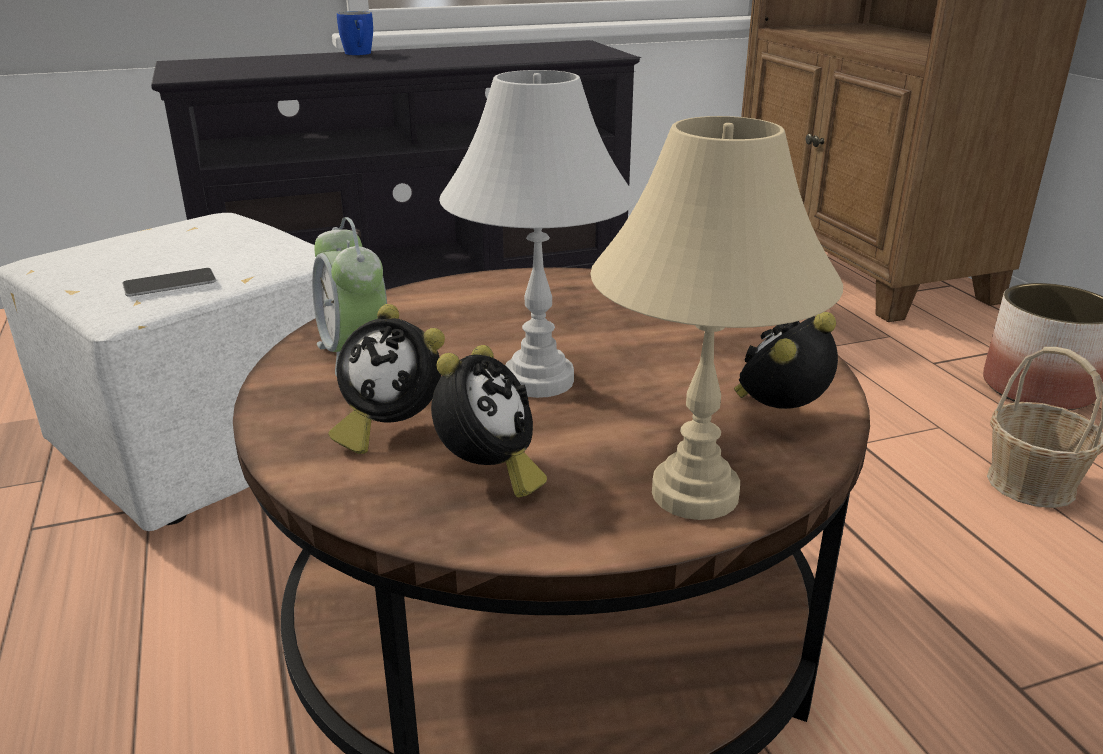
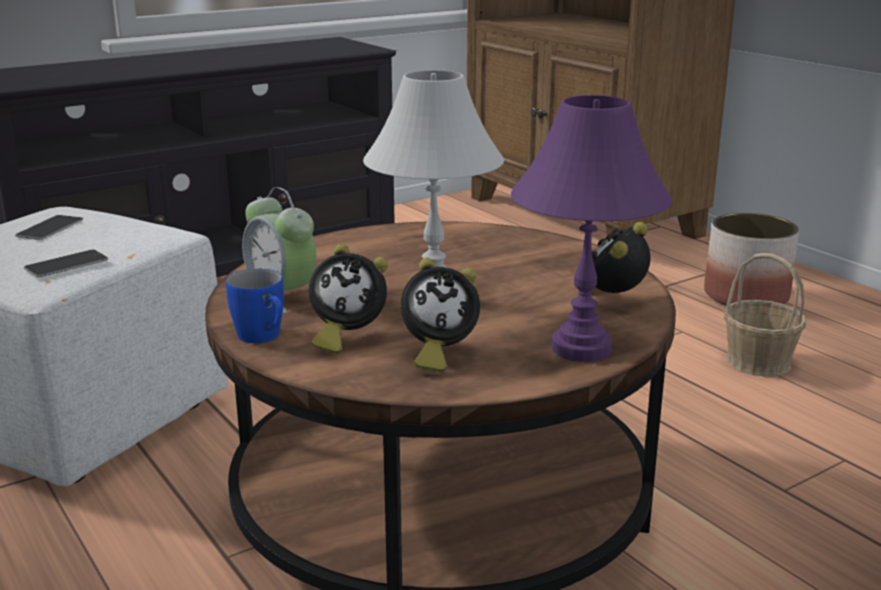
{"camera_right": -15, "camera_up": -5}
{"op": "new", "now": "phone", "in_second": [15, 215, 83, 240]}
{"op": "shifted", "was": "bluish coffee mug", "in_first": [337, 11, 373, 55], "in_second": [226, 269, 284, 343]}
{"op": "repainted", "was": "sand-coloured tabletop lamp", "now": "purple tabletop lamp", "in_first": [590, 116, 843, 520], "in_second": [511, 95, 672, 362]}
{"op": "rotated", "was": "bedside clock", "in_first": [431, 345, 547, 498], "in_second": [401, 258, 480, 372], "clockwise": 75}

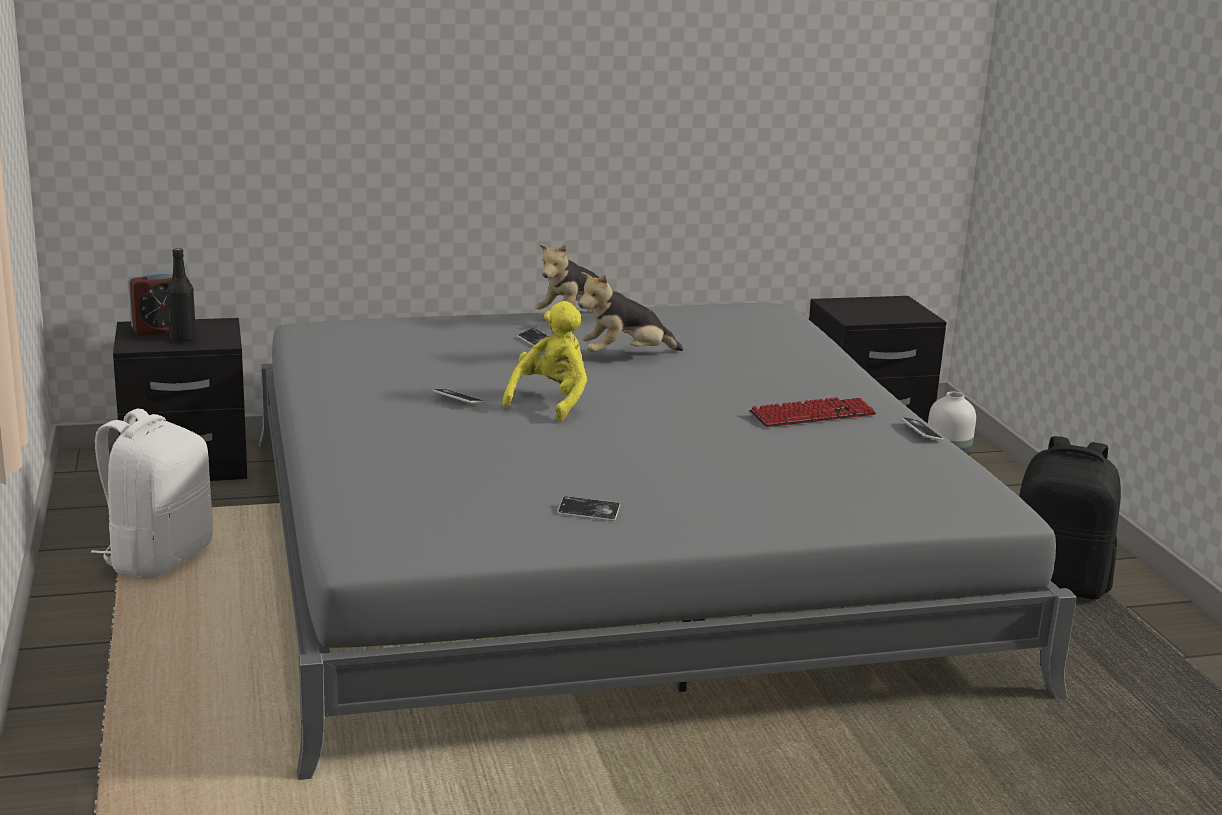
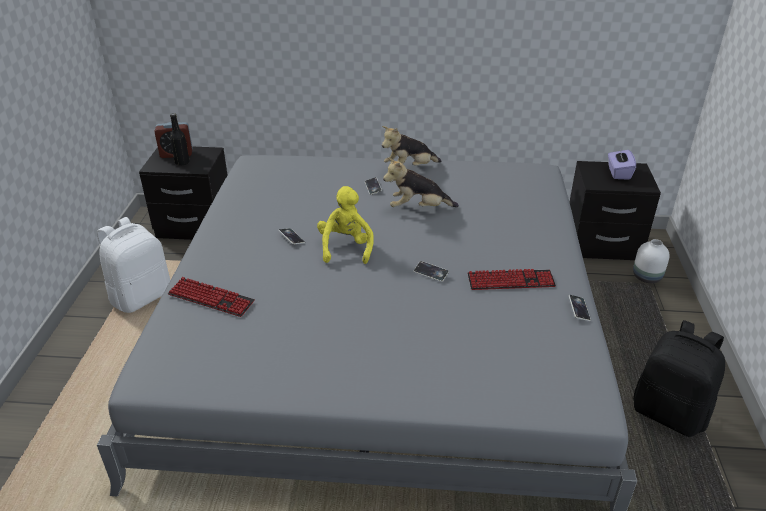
{"camera_right": 20, "camera_up": 15}
{"op": "new", "now": "computer keyboard", "in_second": [168, 277, 255, 317]}
{"op": "new", "now": "purple tissue box", "in_second": [608, 149, 636, 180]}
{"op": "shifted", "was": "phone", "in_first": [558, 496, 620, 521], "in_second": [414, 261, 449, 282]}
{"op": "rotated", "was": "yellowish cuddly toy", "in_first": [502, 301, 587, 422], "in_second": [317, 186, 374, 264], "clockwise": -45}

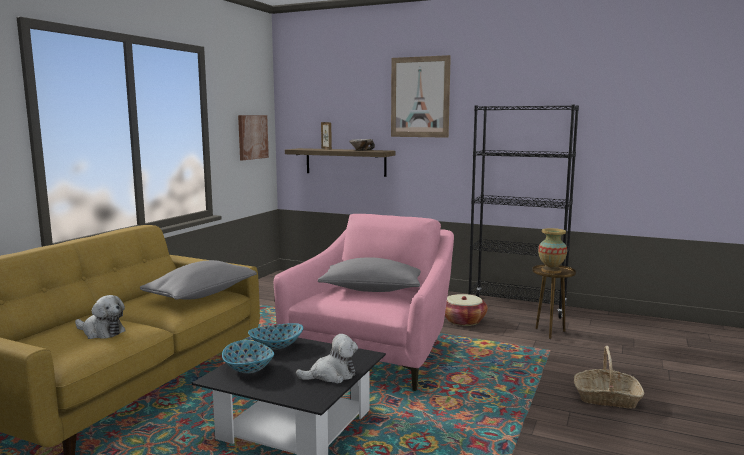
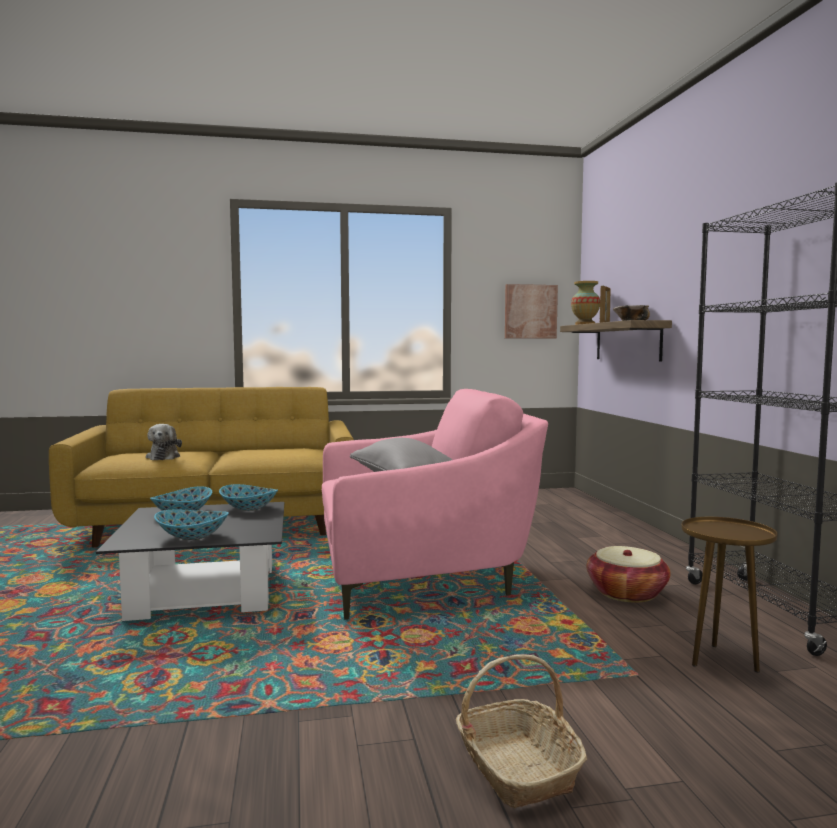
{"camera_right": 55, "camera_up": -5}
{"op": "gone", "was": "gray throw pillow", "in_first": [139, 260, 257, 300]}
{"op": "gone", "was": "wall picture", "in_first": [391, 55, 451, 138]}
{"op": "shifted", "was": "vase", "in_first": [538, 228, 567, 274], "in_second": [571, 281, 600, 325]}
{"op": "swapped", "was": "cuddly toy", "now": "bowl", "in_first": [296, 334, 358, 384], "in_second": [154, 510, 229, 540]}

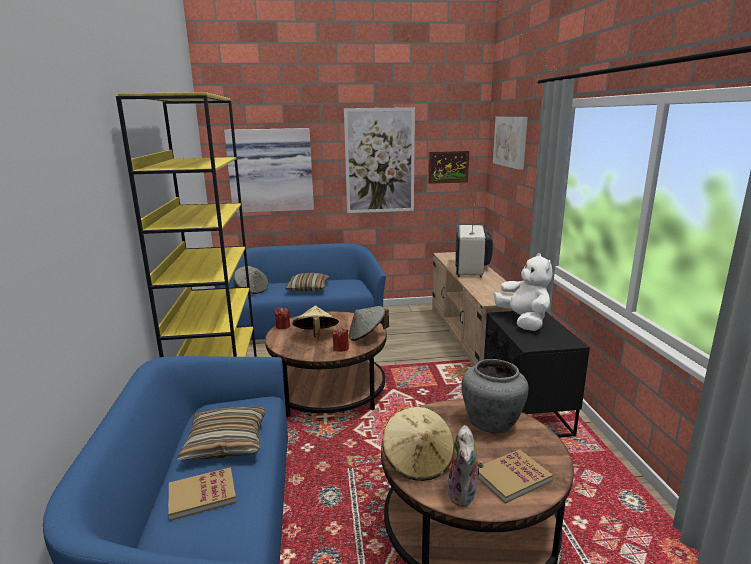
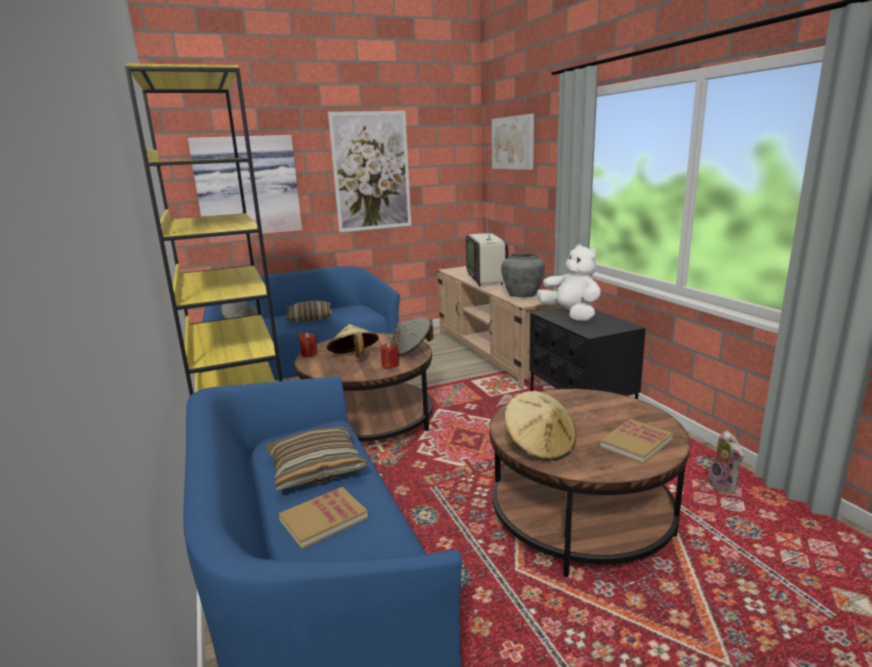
{"camera_right": -15, "camera_up": 0}
{"op": "gone", "was": "wall picture", "in_first": [428, 151, 469, 184]}
{"op": "shifted", "was": "cuddly toy", "in_first": [447, 425, 484, 507], "in_second": [708, 430, 744, 494]}
{"op": "shifted", "was": "gray vase", "in_first": [461, 359, 528, 434], "in_second": [501, 253, 545, 297]}

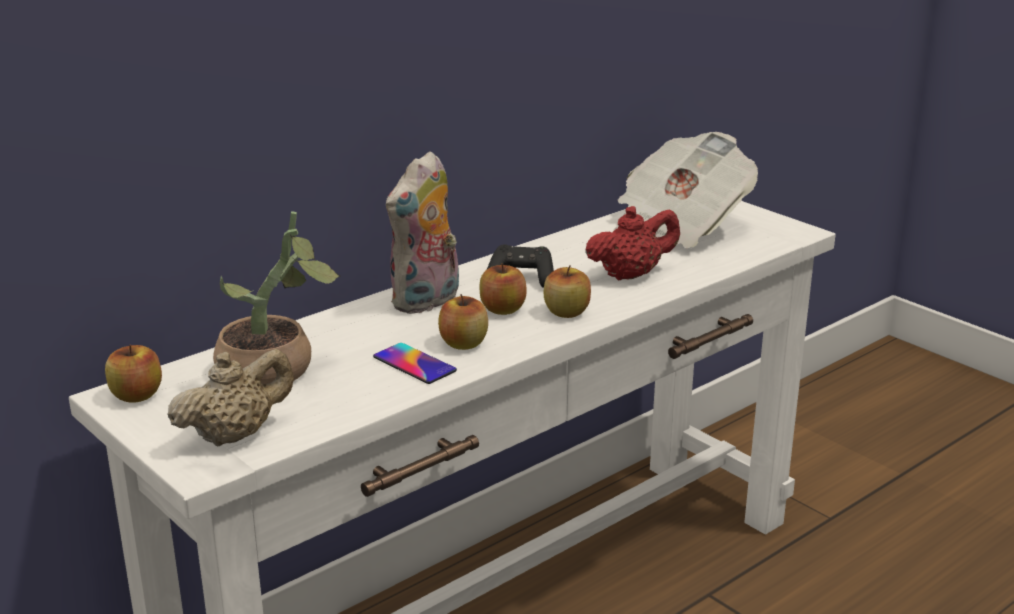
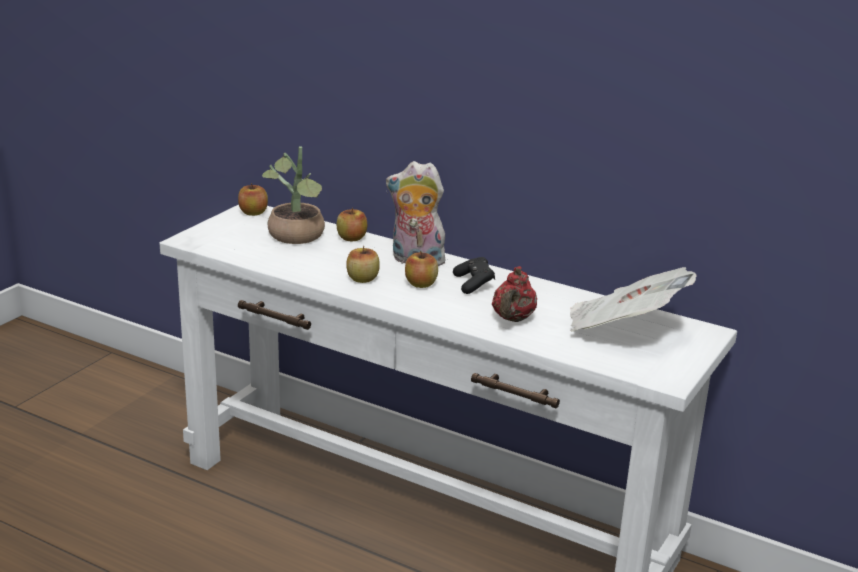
{"camera_right": 70, "camera_up": 0}
{"op": "gone", "was": "sand-coloured pot for tea", "in_first": [167, 349, 294, 446]}
{"op": "gone", "was": "phone", "in_first": [373, 343, 457, 384]}
{"op": "shifted", "was": "apple fruit", "in_first": [544, 265, 591, 318], "in_second": [337, 208, 367, 241]}
{"op": "rotated", "was": "reddish pot for tea", "in_first": [585, 206, 680, 280], "in_second": [492, 266, 537, 322], "clockwise": 60}

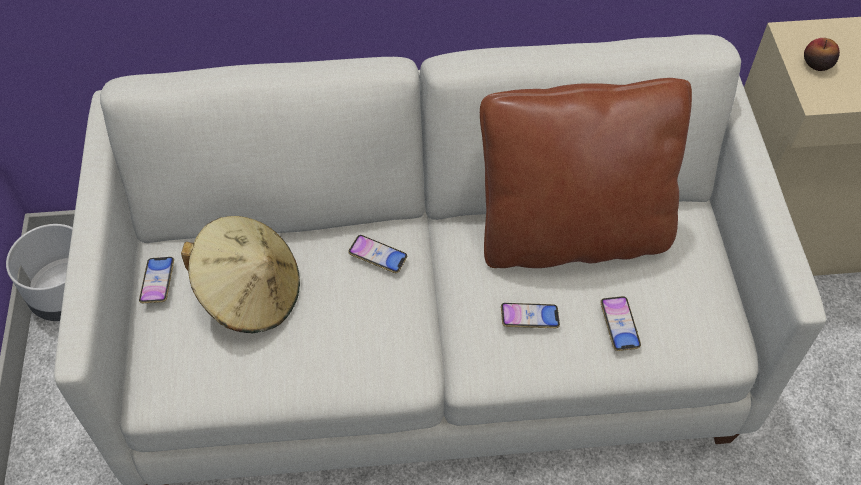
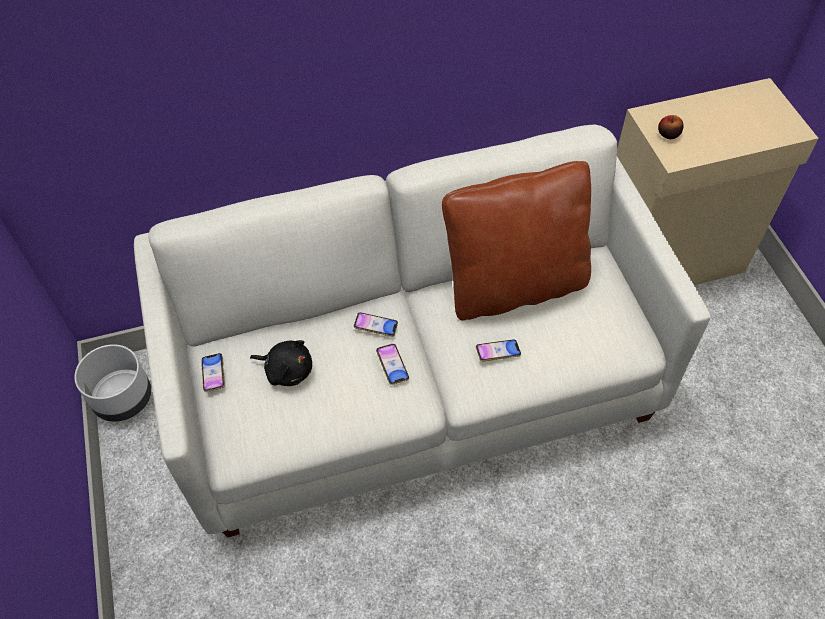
{"camera_right": -10, "camera_up": 0}
{"op": "shifted", "was": "phone", "in_first": [600, 296, 641, 351], "in_second": [376, 344, 409, 385]}
{"op": "swapped", "was": "sand-coloured wearable hat", "now": "black cuddly toy", "in_first": [181, 216, 300, 334], "in_second": [250, 340, 312, 386]}

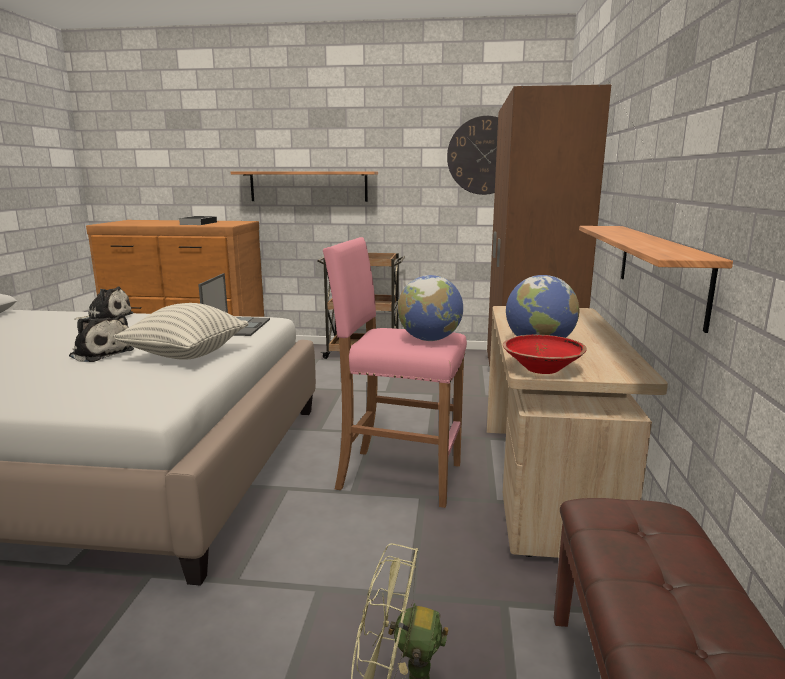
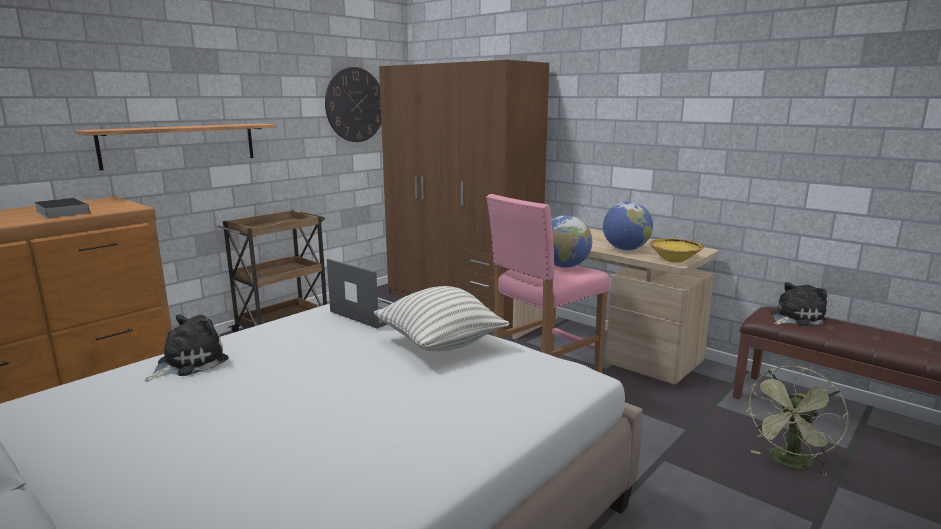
{"camera_right": -55, "camera_up": 0}
{"op": "gone", "was": "bracket shelf", "in_first": [579, 226, 733, 333]}
{"op": "shifted", "was": "cuddly toy", "in_first": [69, 314, 134, 362], "in_second": [771, 282, 827, 326]}
{"op": "repainted", "was": "reddish bowl", "now": "yellowish bowl", "in_first": [503, 335, 587, 374], "in_second": [649, 238, 704, 263]}

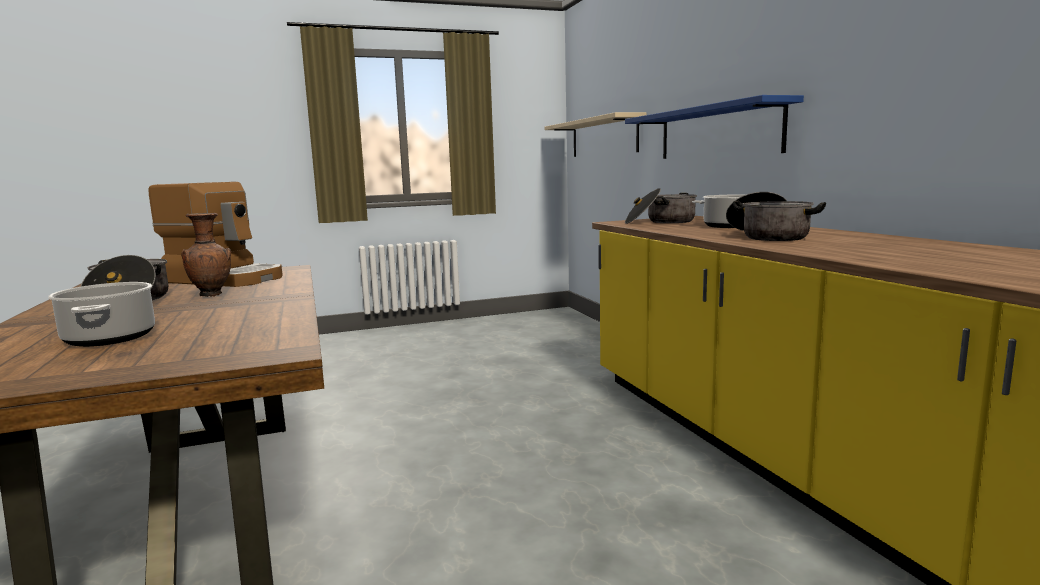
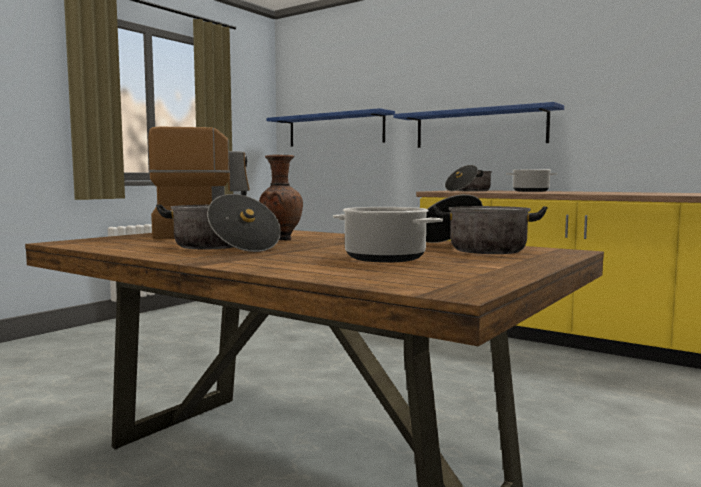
{"camera_right": -35, "camera_up": -5}
{"op": "shifted", "was": "saucepot", "in_first": [726, 192, 826, 241], "in_second": [426, 194, 547, 254]}
{"op": "repainted", "was": "sand-coloured bracket shelf", "now": "bluish bracket shelf", "in_first": [544, 112, 646, 157], "in_second": [267, 108, 395, 147]}

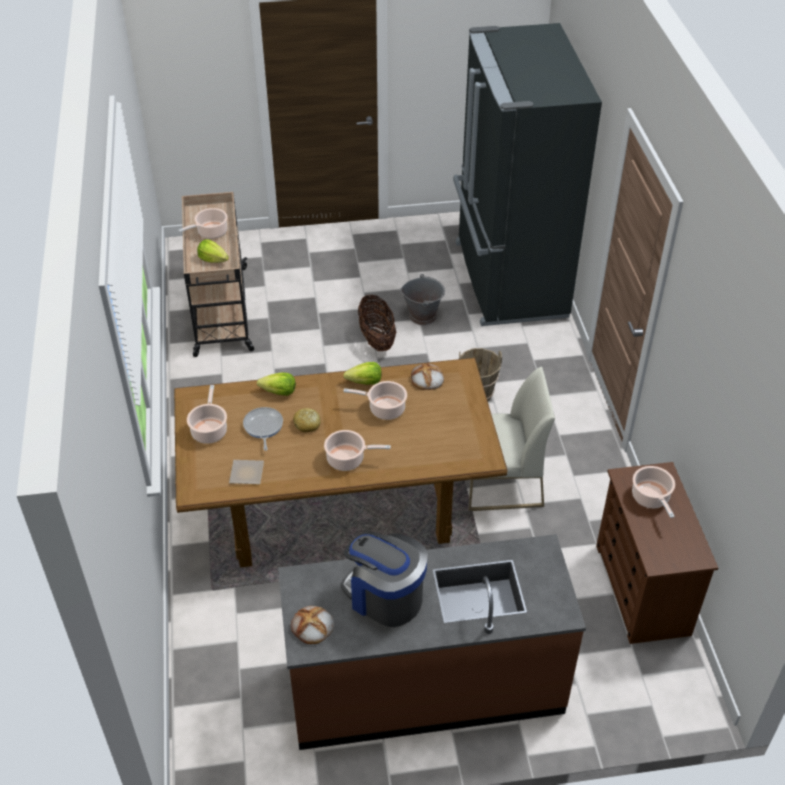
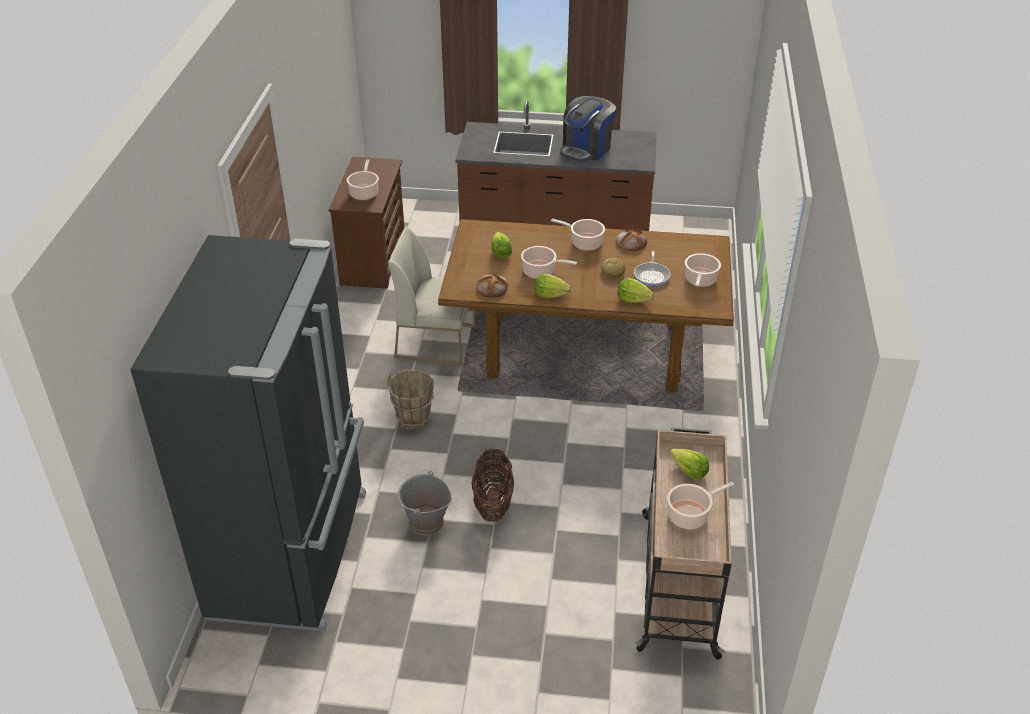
{"camera_right": -165, "camera_up": -5}
{"op": "gone", "was": "flat dish", "in_first": [229, 460, 264, 484]}
{"op": "new", "now": "lettuce head", "in_second": [491, 232, 512, 258]}
{"op": "shifted", "was": "bread", "in_first": [291, 606, 334, 644], "in_second": [616, 228, 647, 251]}
{"op": "rotated", "was": "coffee brewer", "in_first": [341, 532, 428, 627], "in_second": [560, 96, 616, 163], "clockwise": 75}

